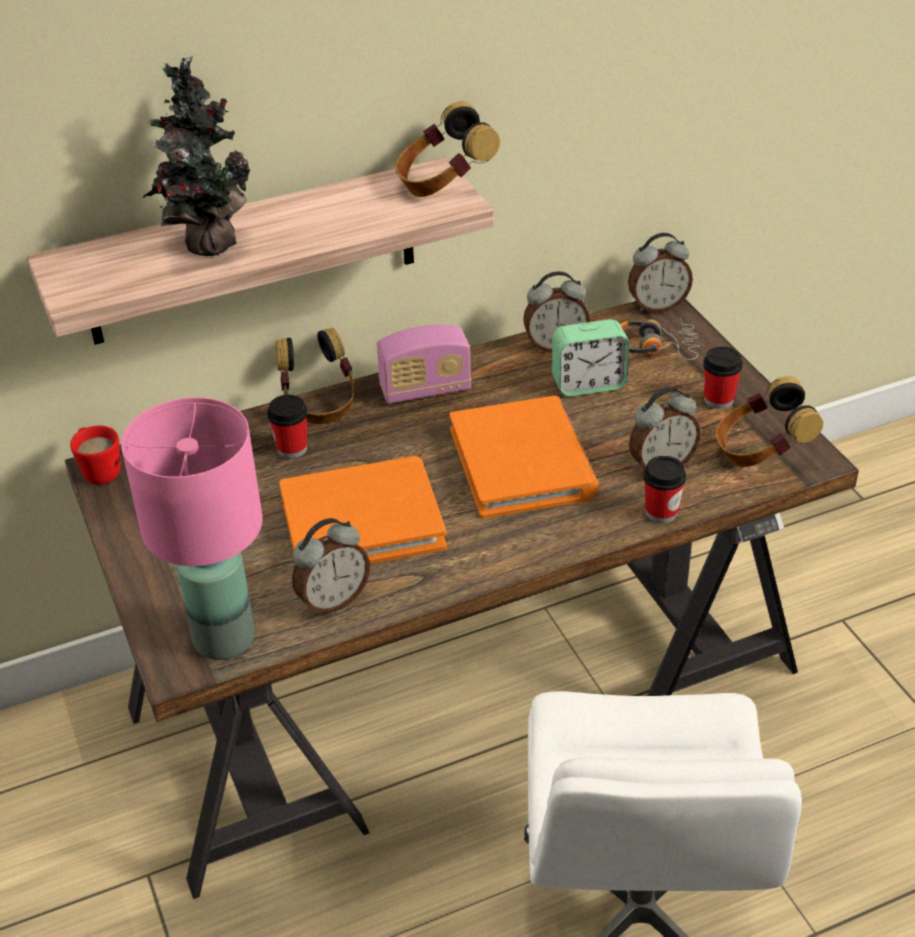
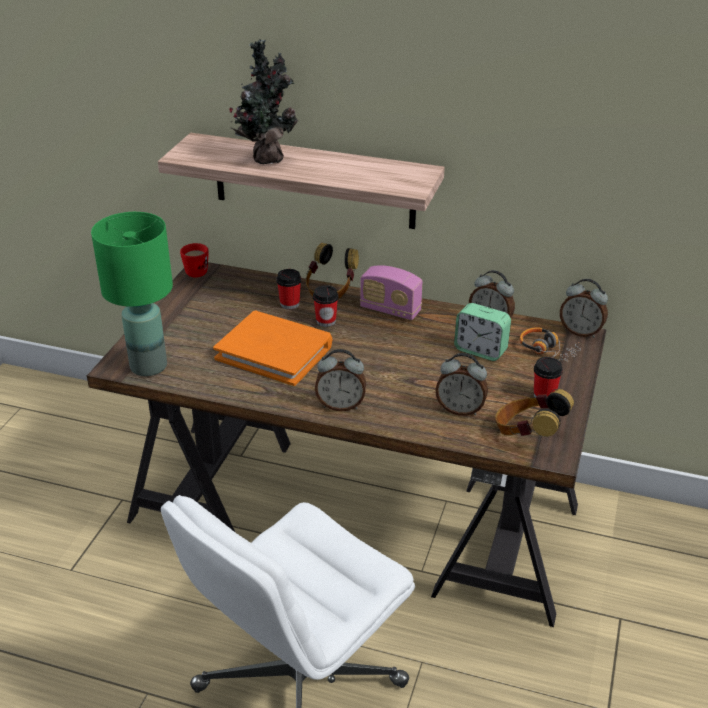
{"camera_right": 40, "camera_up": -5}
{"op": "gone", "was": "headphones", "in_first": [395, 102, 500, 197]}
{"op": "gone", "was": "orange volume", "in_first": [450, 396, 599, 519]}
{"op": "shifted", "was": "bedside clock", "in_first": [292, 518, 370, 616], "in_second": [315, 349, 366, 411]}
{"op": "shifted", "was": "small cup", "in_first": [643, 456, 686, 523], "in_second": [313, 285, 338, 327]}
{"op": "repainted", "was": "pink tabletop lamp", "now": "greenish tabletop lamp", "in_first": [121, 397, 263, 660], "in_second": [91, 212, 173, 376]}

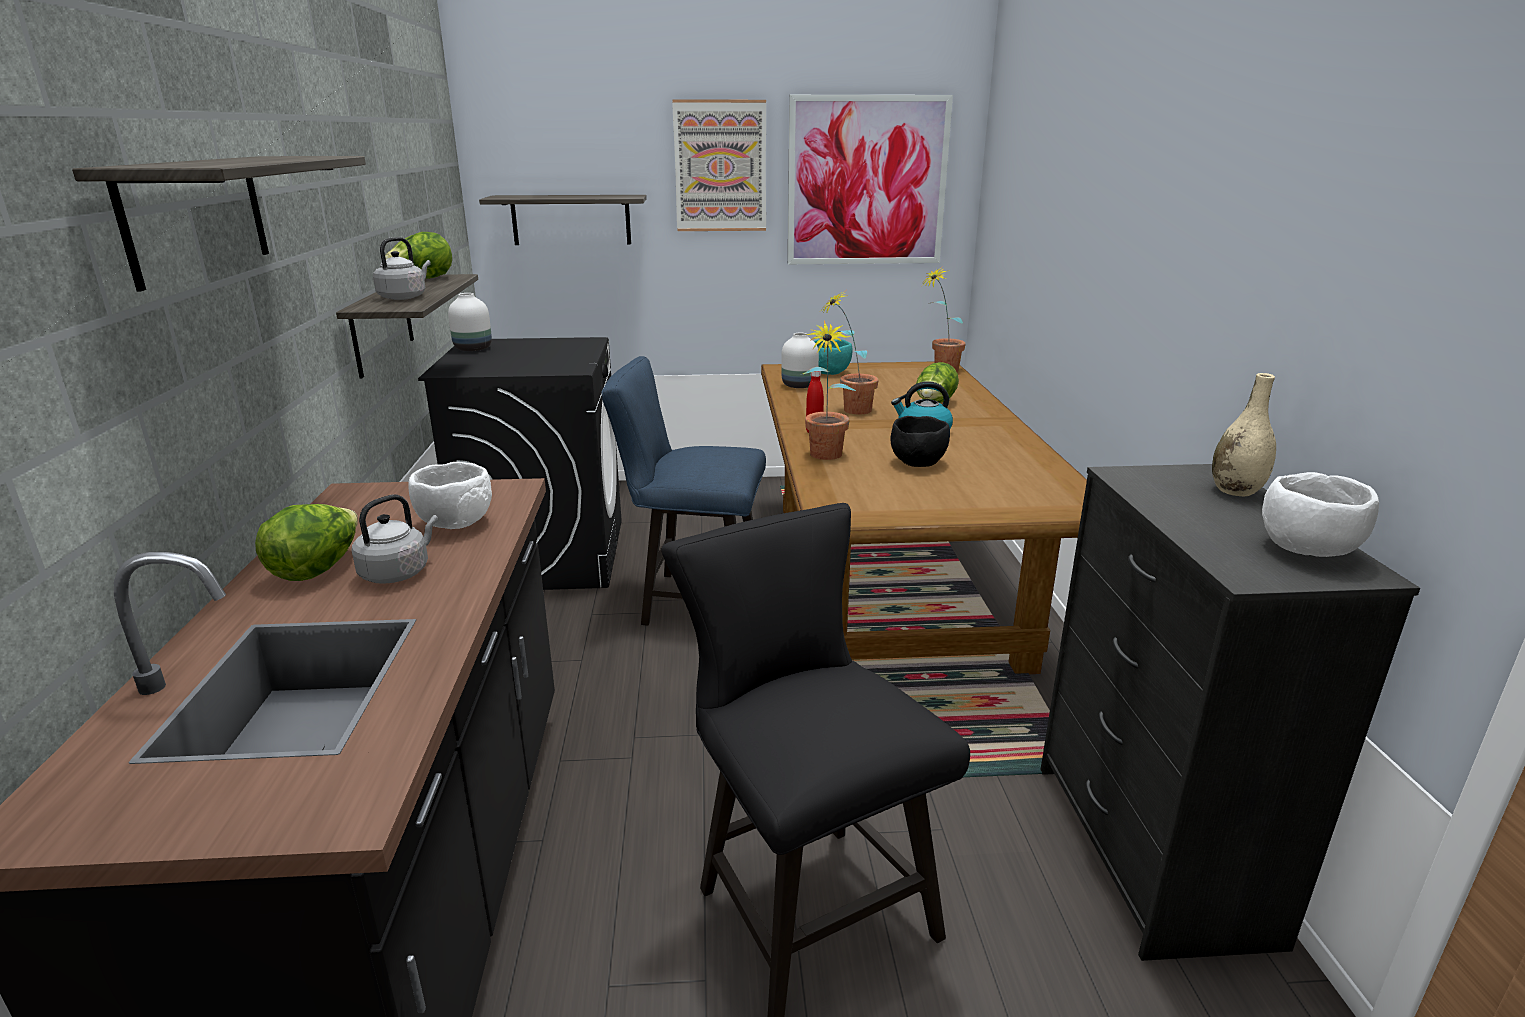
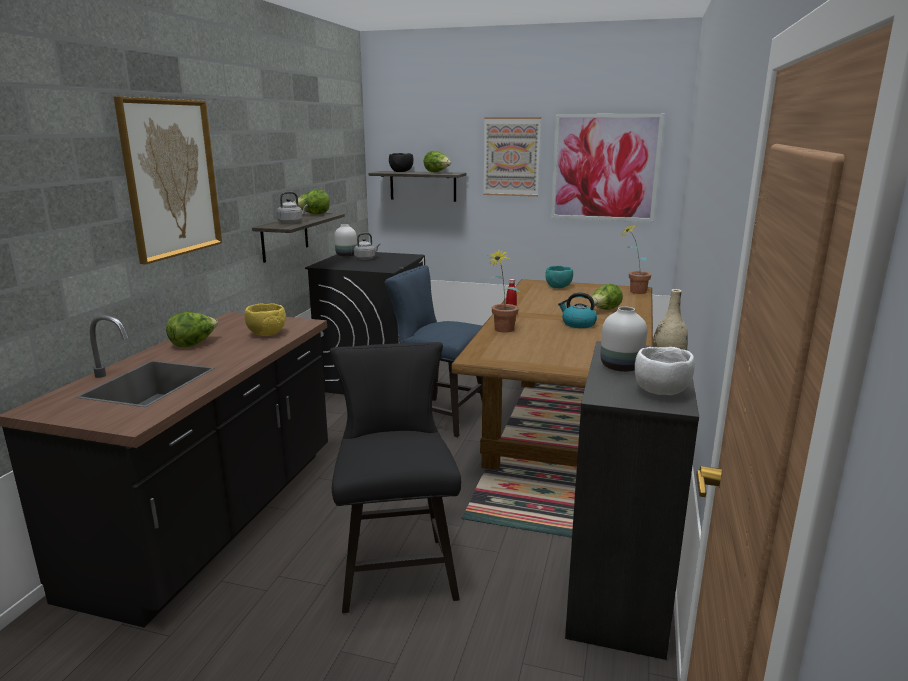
{"camera_right": 20, "camera_up": -5}
{"op": "gone", "was": "plant in a pot", "in_first": [822, 292, 879, 414]}
{"op": "new", "now": "lettuce head", "in_second": [424, 151, 451, 172]}
{"op": "shifted", "was": "gray kettle", "in_first": [352, 494, 438, 584], "in_second": [354, 233, 380, 260]}
{"op": "shifted", "was": "white-coloured vase", "in_first": [781, 333, 819, 388], "in_second": [600, 306, 647, 372]}
{"op": "shifted", "was": "black bowl", "in_first": [890, 416, 950, 467], "in_second": [389, 153, 413, 172]}
{"op": "swapped", "was": "bracket shelf", "now": "wall picture", "in_first": [72, 156, 366, 291], "in_second": [114, 97, 222, 264]}
{"op": "repainted", "was": "white-coloured bowl", "now": "yellowish bowl", "in_first": [409, 462, 492, 529], "in_second": [245, 303, 286, 336]}

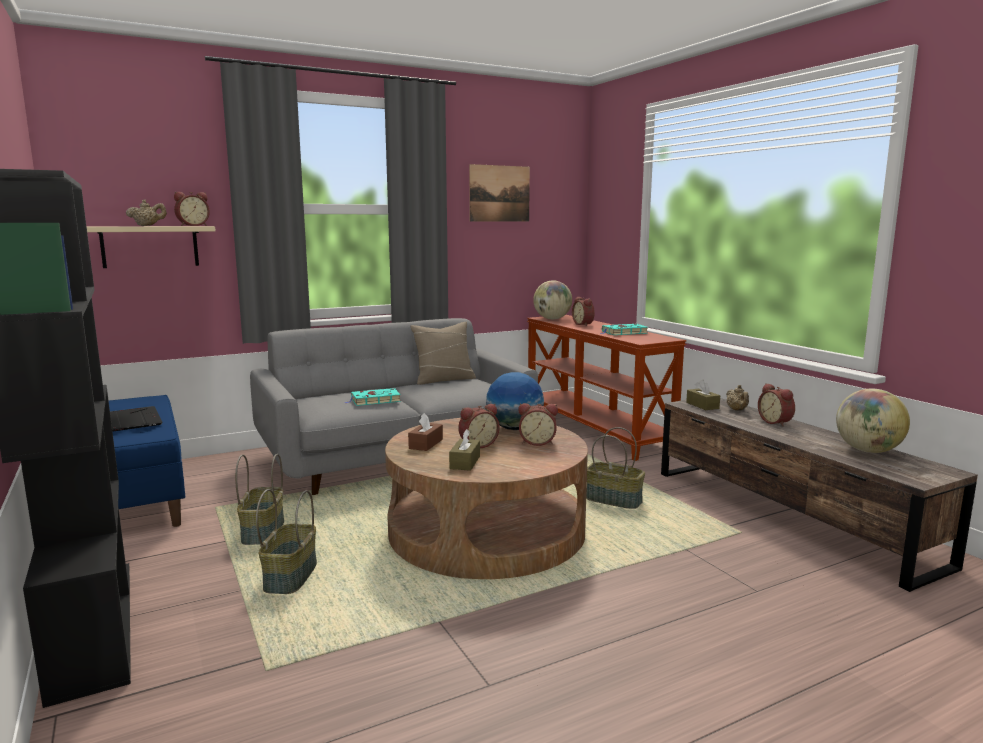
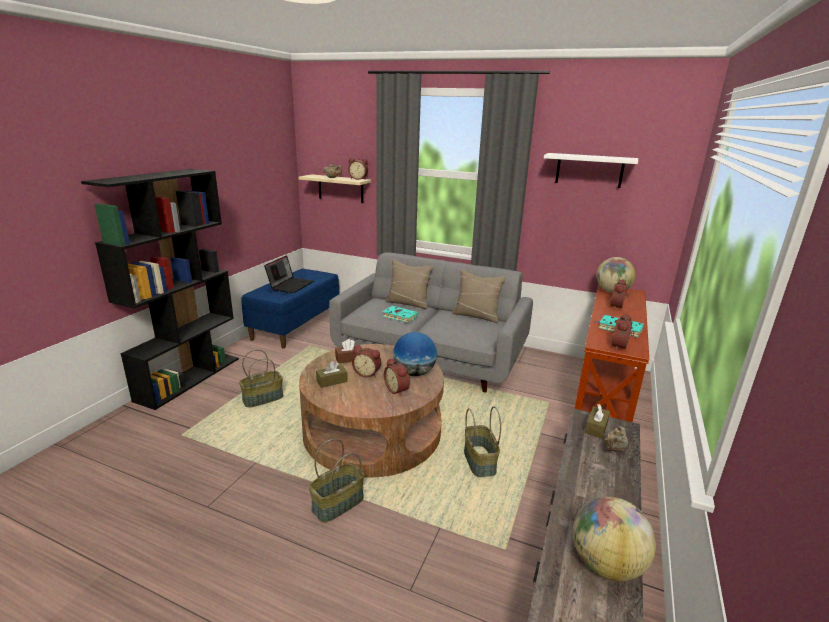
{"camera_right": 50, "camera_up": 10}
{"op": "new", "now": "sand-coloured throw pillow", "in_second": [385, 260, 433, 309]}
{"op": "shifted", "was": "storage basket", "in_first": [235, 454, 284, 545], "in_second": [309, 439, 365, 523]}
{"op": "shifted", "was": "bedside clock", "in_first": [758, 383, 795, 427], "in_second": [611, 314, 635, 350]}
{"op": "swapped", "was": "wall picture", "now": "white-coloured bracket shelf", "in_first": [469, 164, 530, 222], "in_second": [544, 153, 638, 188]}

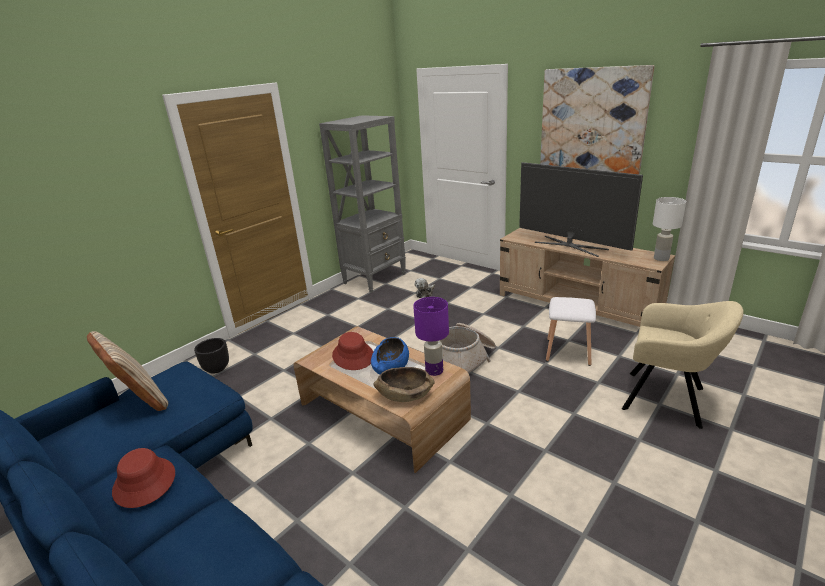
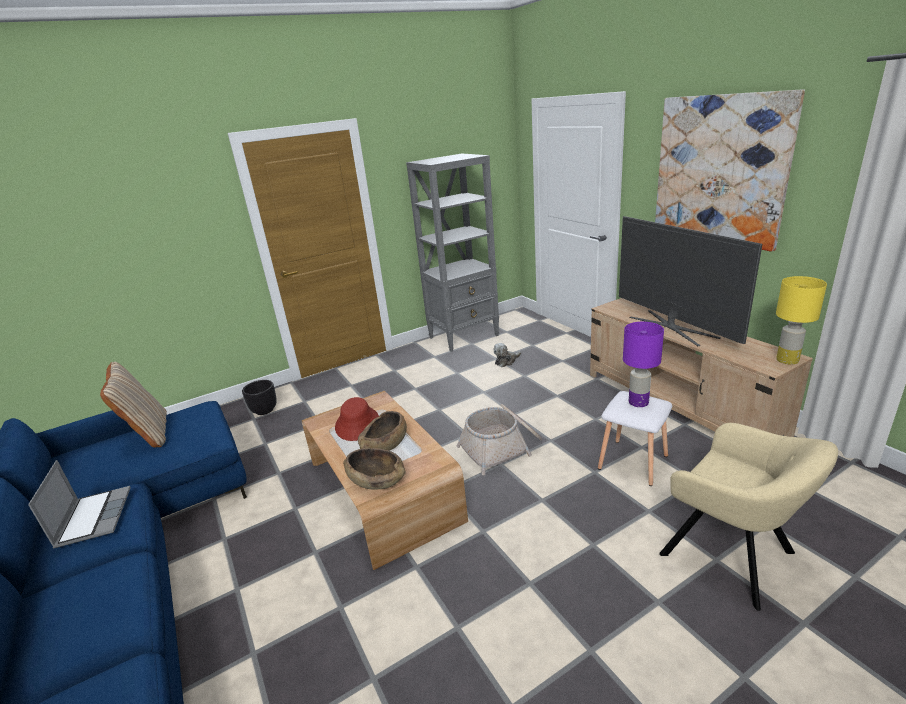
{"camera_right": 20, "camera_up": 0}
{"op": "shifted", "was": "purple tabletop lamp", "in_first": [413, 297, 449, 376], "in_second": [623, 322, 664, 407]}
{"op": "swapped", "was": "reddish wearable hat", "now": "portable computer", "in_first": [112, 448, 175, 508], "in_second": [28, 460, 131, 548]}
{"op": "repainted", "was": "bluish bowl", "now": "brown-coloured bowl", "in_first": [371, 337, 409, 374], "in_second": [358, 411, 407, 451]}
{"op": "repainted", "was": "white-coloured tabletop lamp", "now": "yellowish tabletop lamp", "in_first": [653, 197, 686, 261], "in_second": [776, 276, 827, 365]}

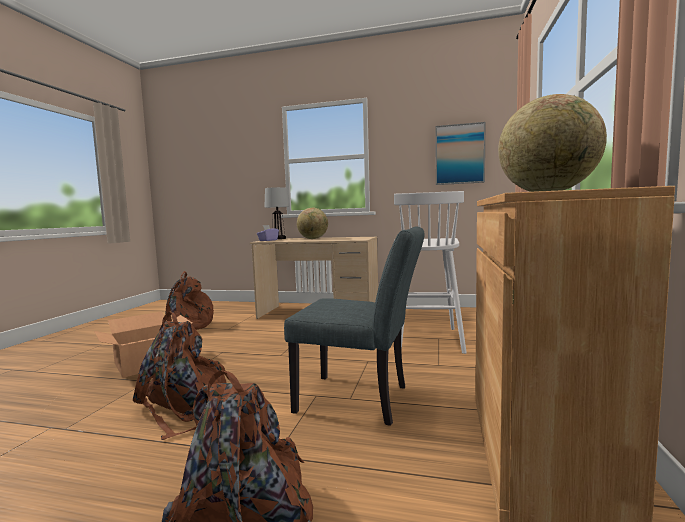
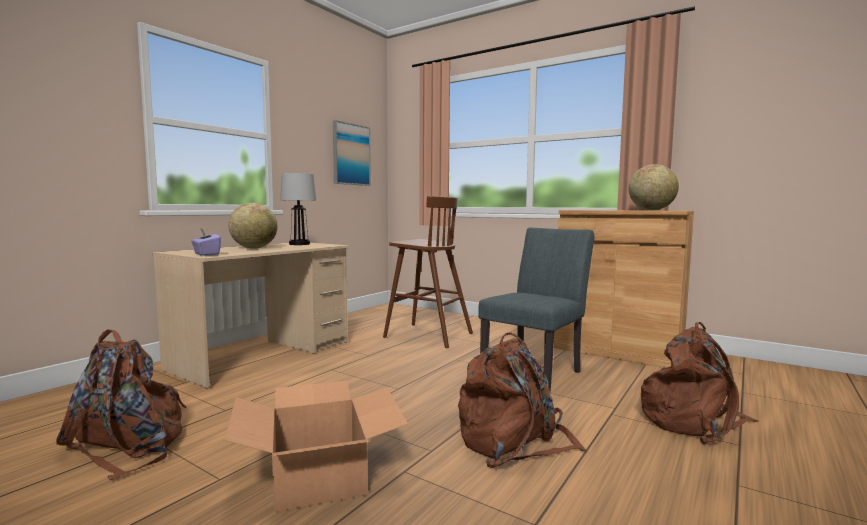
{"camera_right": -70, "camera_up": 0}
{"op": "shifted", "was": "tabletop lamp", "in_first": [265, 187, 290, 239], "in_second": [280, 173, 316, 245]}
{"op": "repainted", "was": "white-coloured stool", "now": "brown-coloured stool", "in_first": [394, 191, 467, 354], "in_second": [383, 196, 473, 348]}

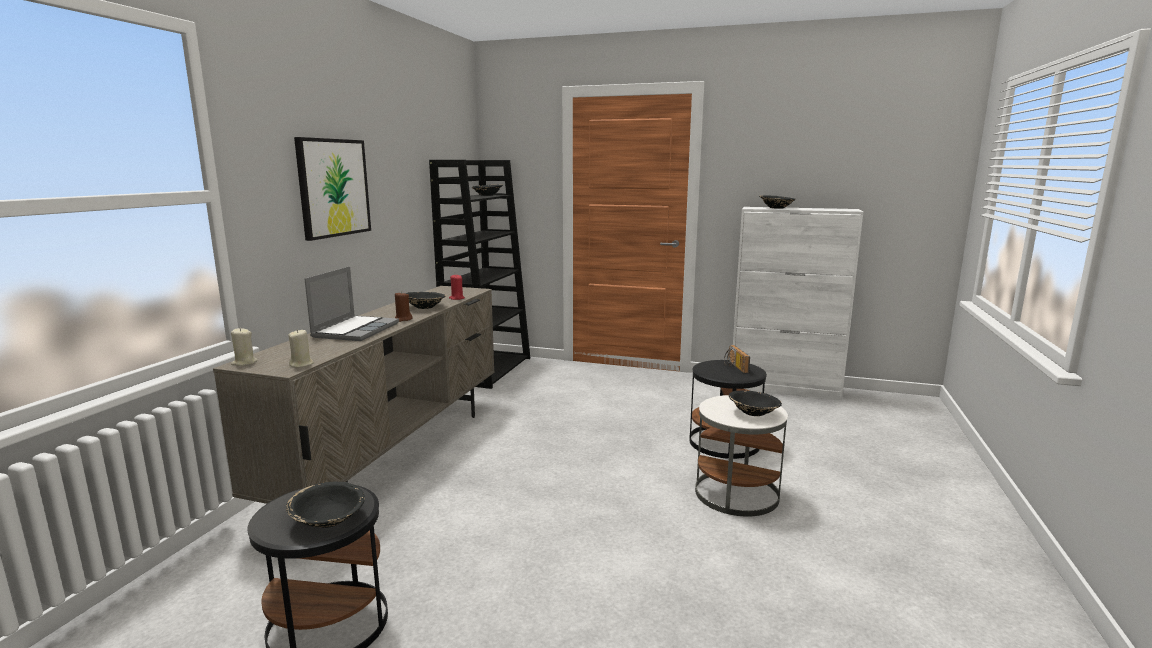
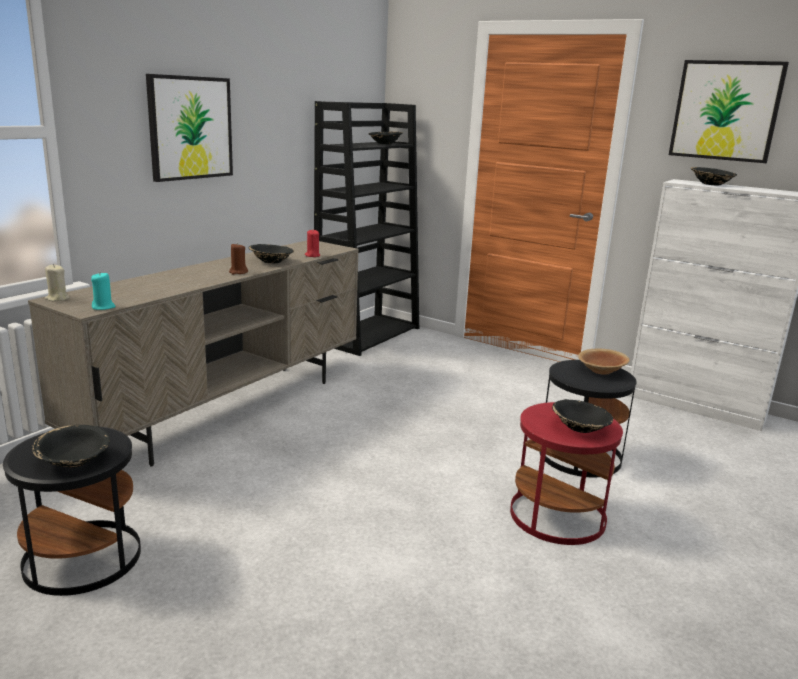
{"camera_right": 15, "camera_up": 5}
{"op": "gone", "was": "portable computer", "in_first": [305, 266, 399, 341]}
{"op": "new", "now": "wall picture", "in_second": [669, 60, 789, 163]}
{"op": "swapped", "was": "radio set", "now": "brown-coloured bowl", "in_first": [724, 345, 750, 373], "in_second": [578, 349, 630, 375]}
{"op": "repainted", "was": "sand-coloured candle", "now": "turquoise-coloured candle", "in_first": [288, 329, 314, 368], "in_second": [91, 273, 115, 310]}
{"op": "repainted", "was": "white-coloured accent table", "now": "reddish accent table", "in_first": [695, 395, 788, 517], "in_second": [510, 402, 623, 545]}

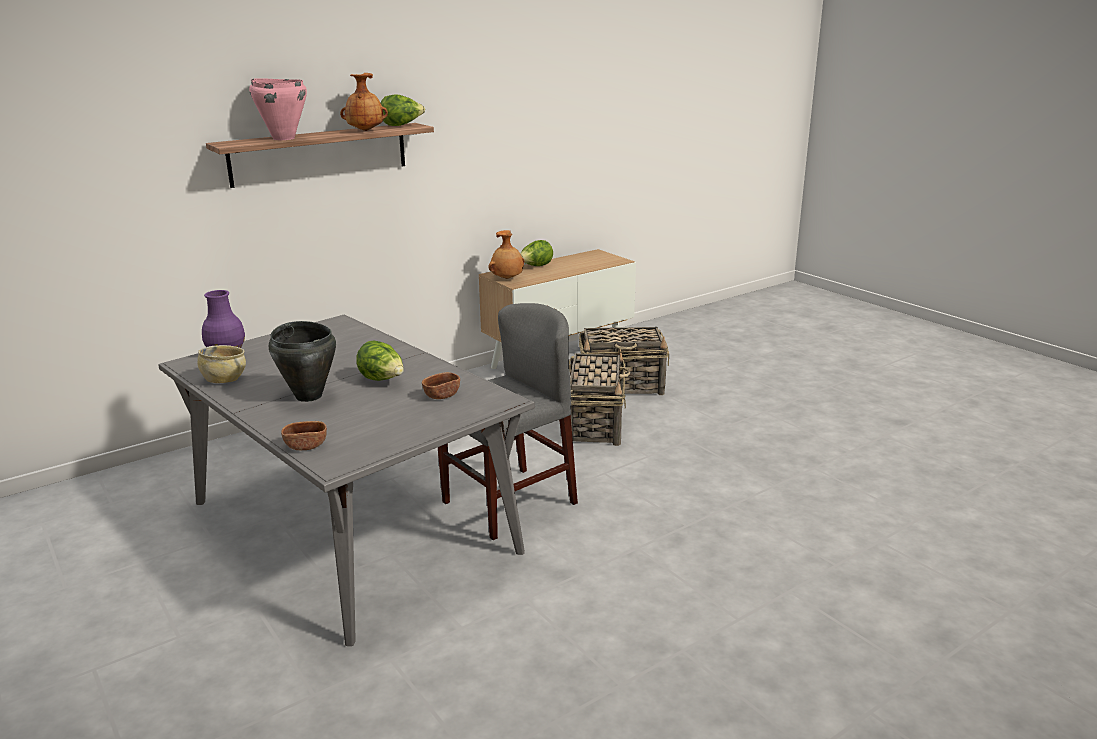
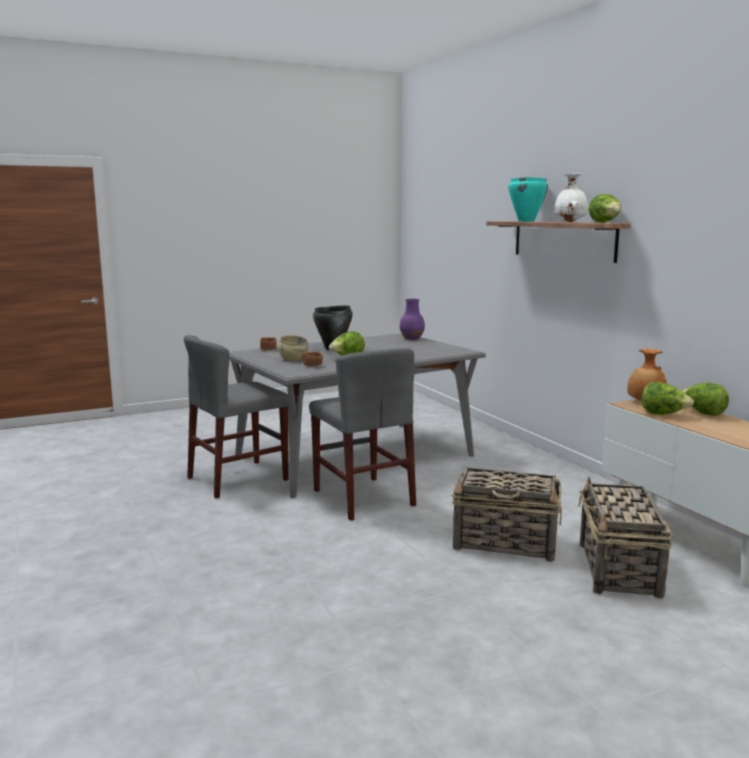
{"camera_right": 100, "camera_up": -10}
{"op": "new", "now": "gray upright chair", "in_second": [184, 335, 289, 498]}
{"op": "new", "now": "lettuce head", "in_second": [642, 382, 694, 415]}
{"op": "shifted", "was": "sand-coloured bowl", "in_first": [197, 345, 246, 383], "in_second": [278, 335, 309, 361]}
{"op": "repainted", "was": "pink saucepot", "now": "turquoise-coloured saucepot", "in_first": [249, 78, 307, 140], "in_second": [508, 177, 548, 222]}
{"op": "repainted", "was": "brown-coloured vase", "now": "white-coloured vase", "in_first": [340, 73, 388, 131], "in_second": [554, 173, 588, 222]}

